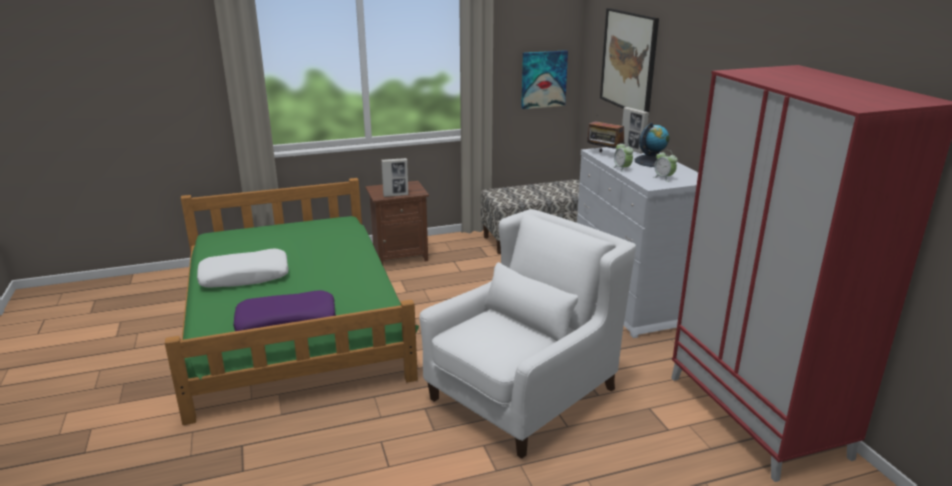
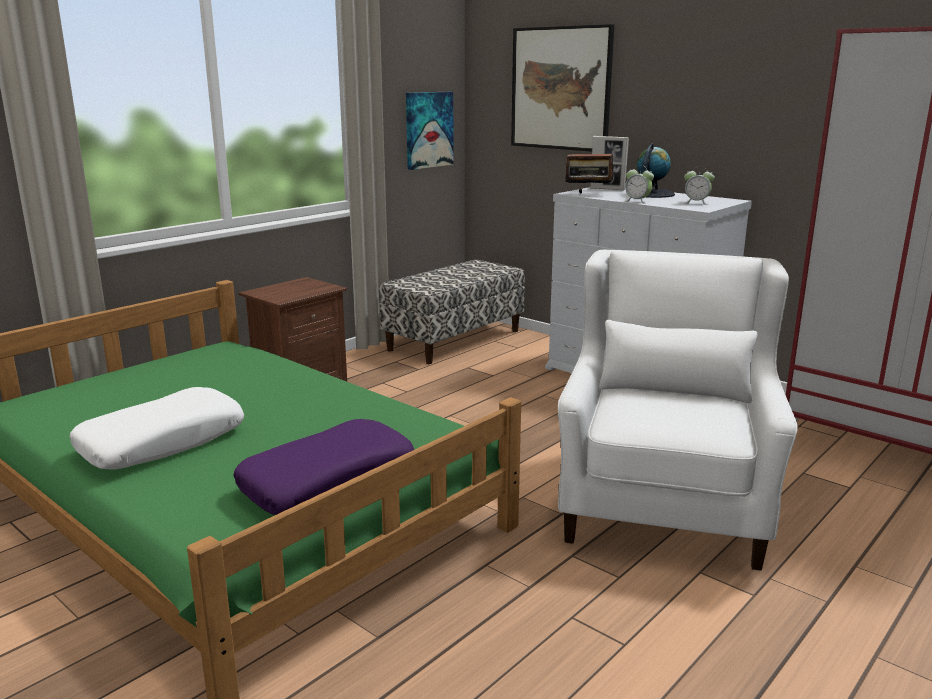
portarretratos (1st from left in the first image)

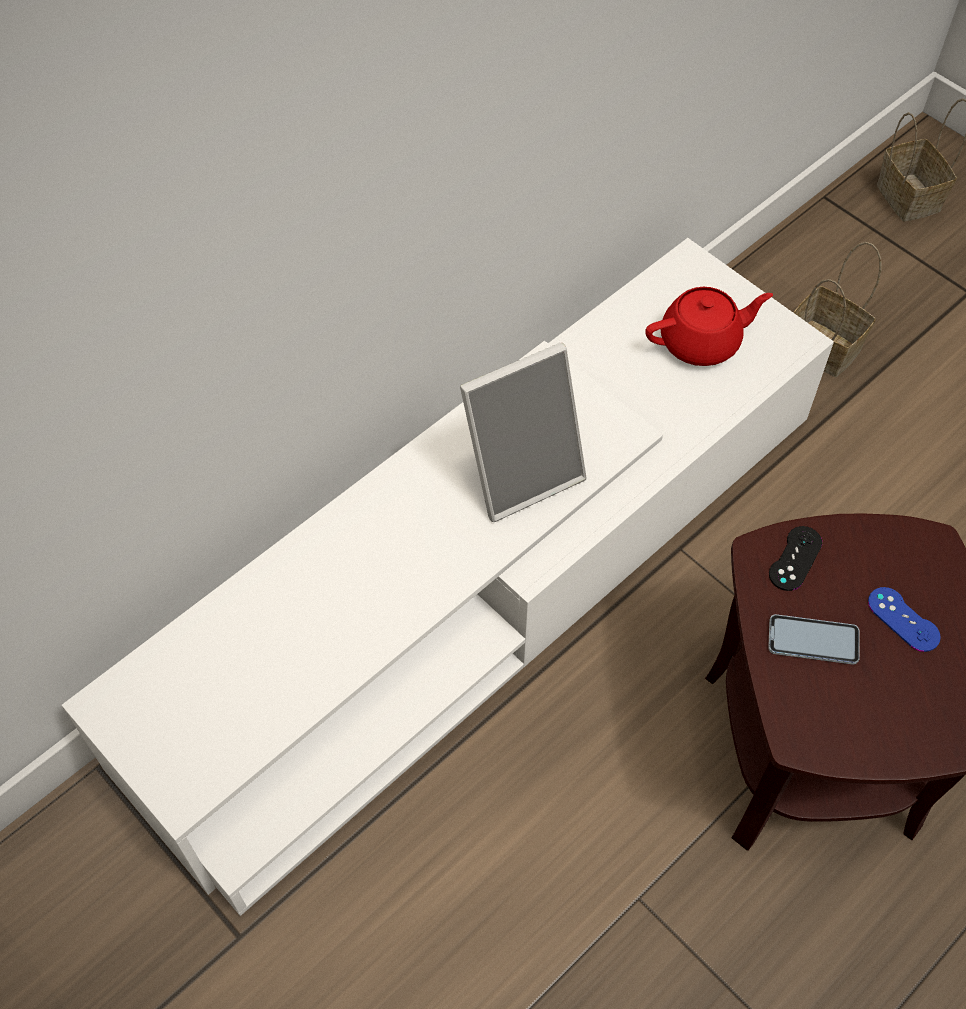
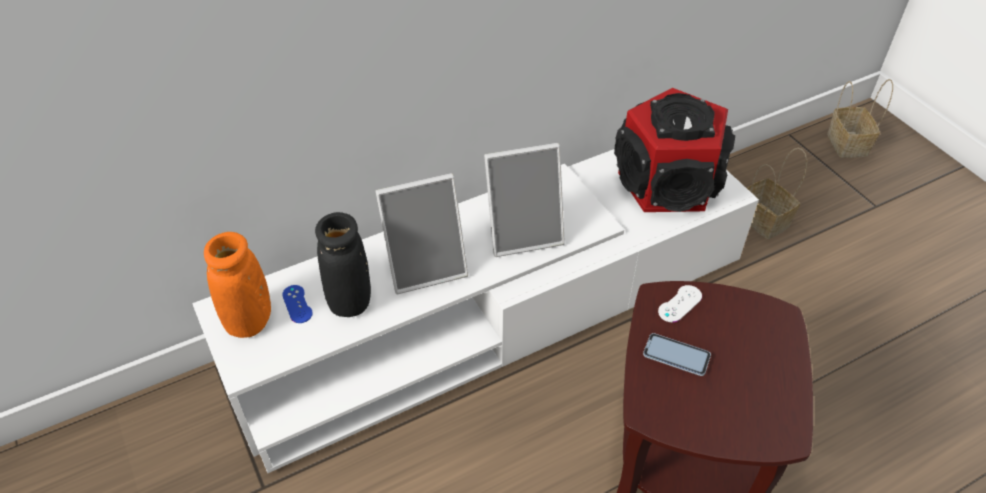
altavoz; mando de consola [blanco]; mando de consola [azul]; portarretratos (1st from left); florero [negro]; florero [naranja]

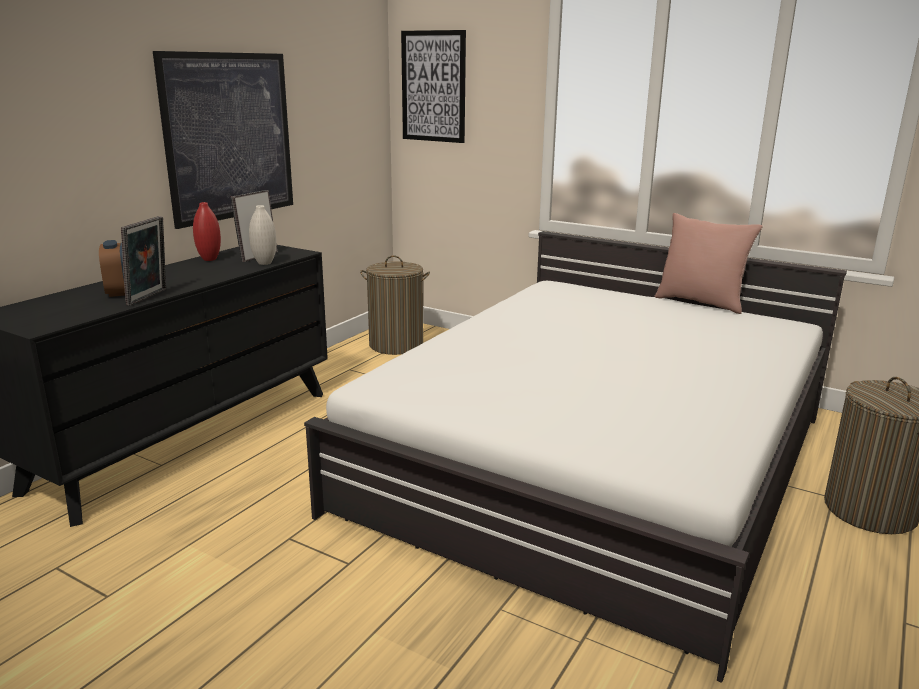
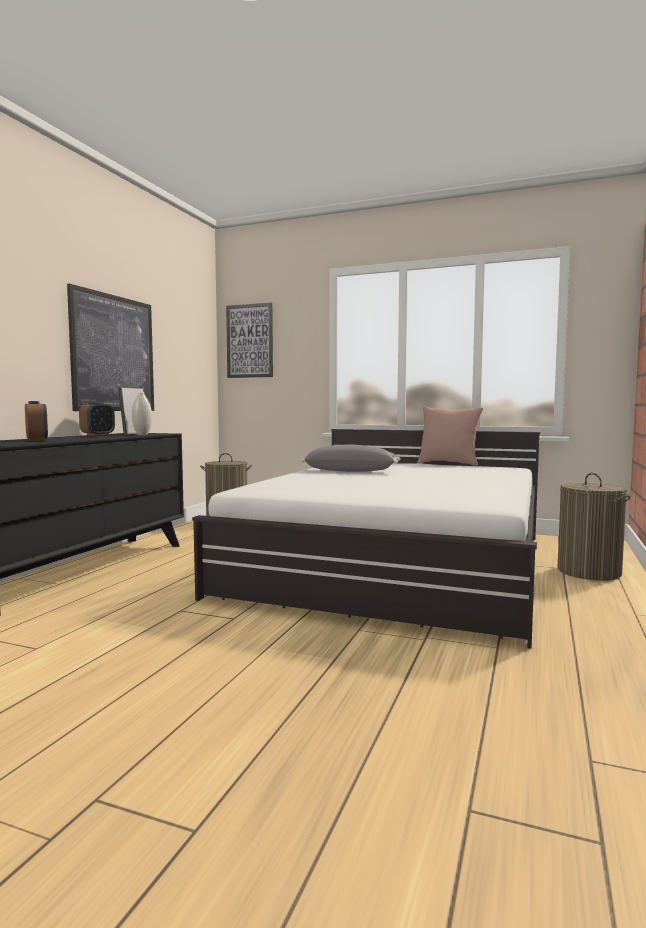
despertador (2nd from left); portarretratos (1st from left in the first image); cojín [gris]

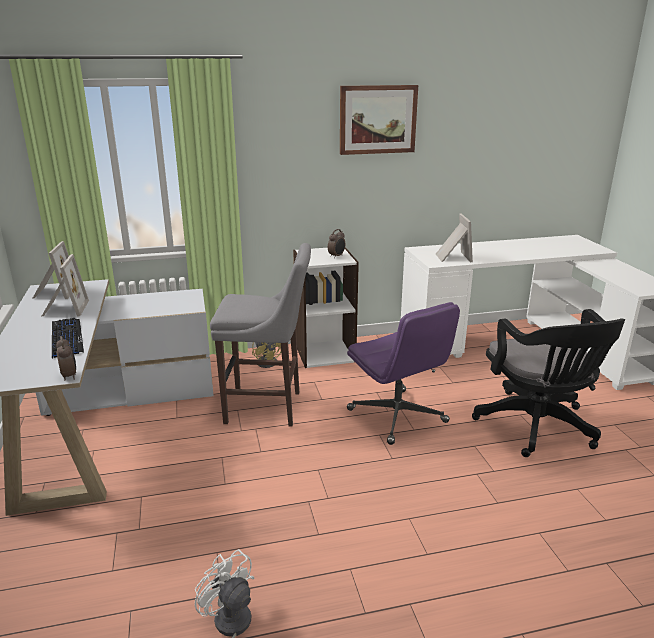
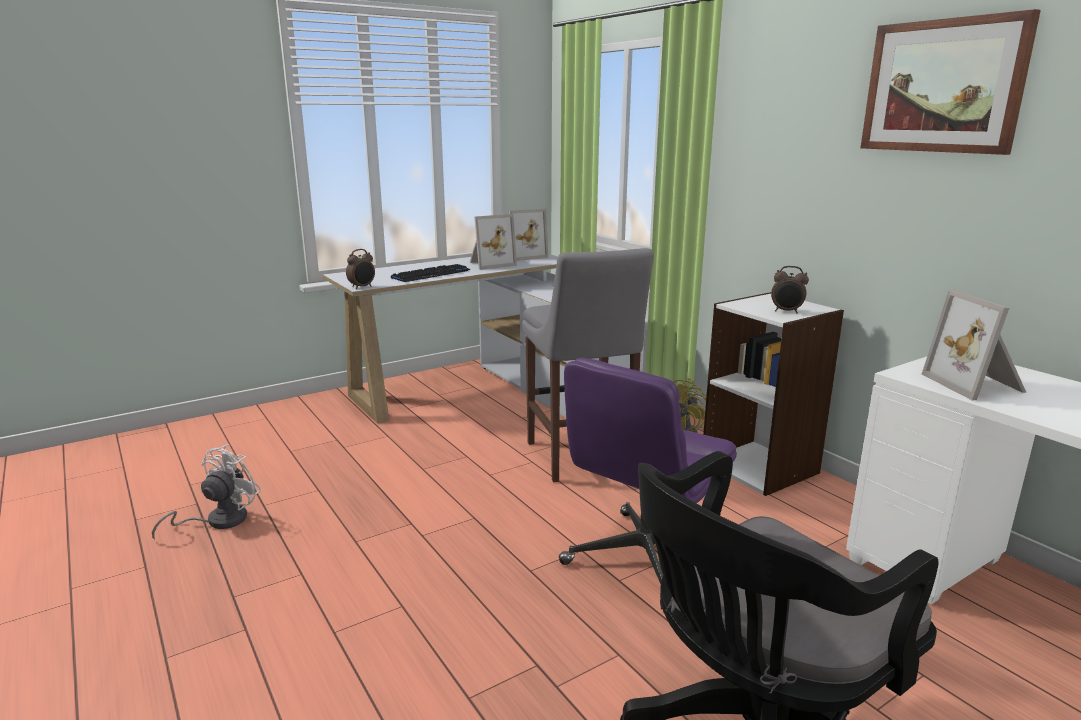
portarretratos (3rd from left)

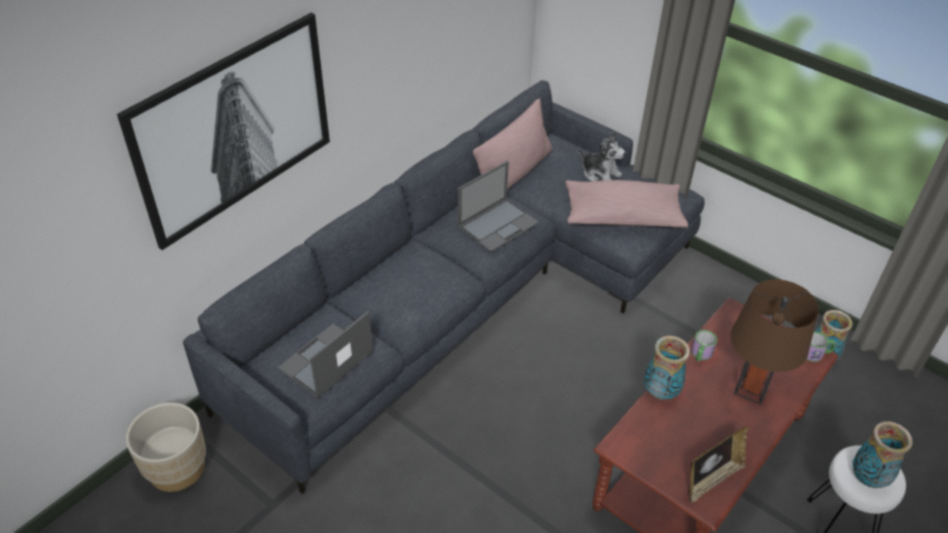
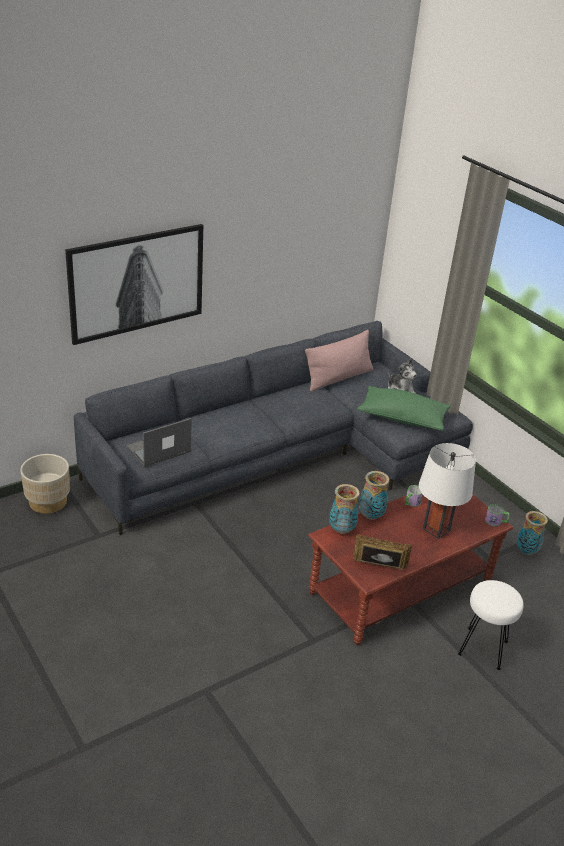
portátil (2nd from left in the first image); cojín [verde]; lámpara de mesa [blanco]; florero (1st from left); portarretratos

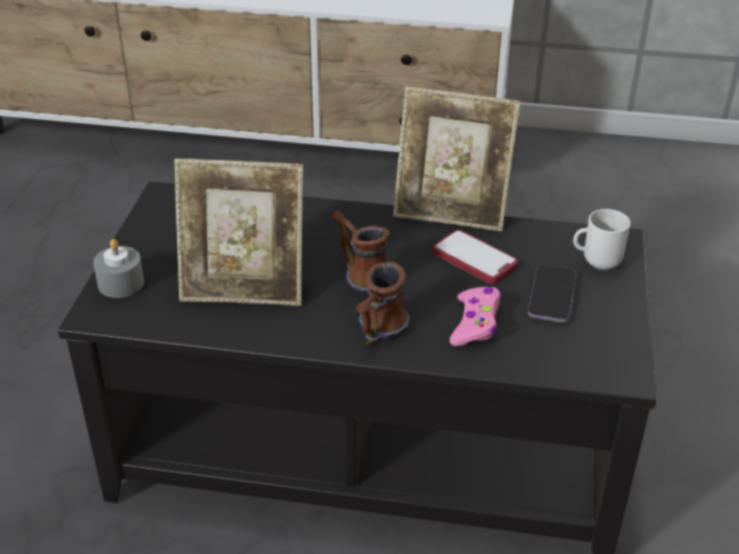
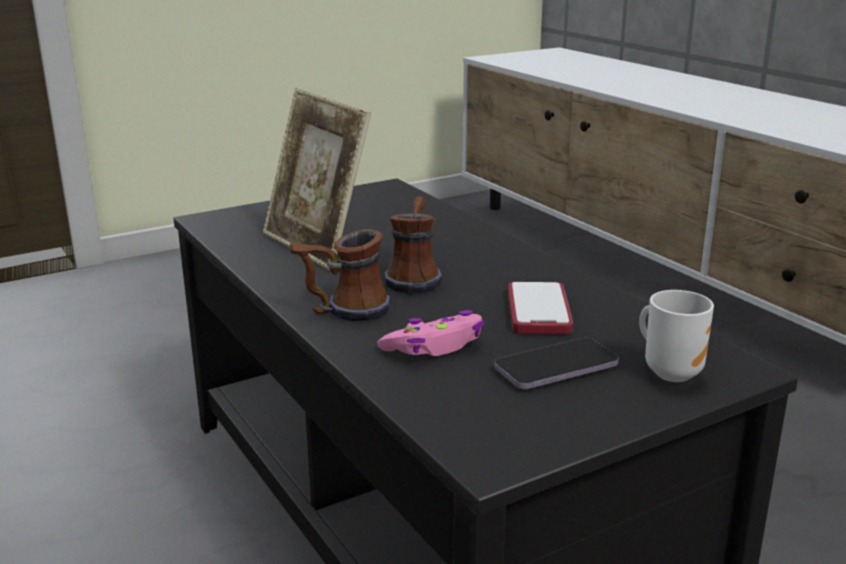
portarretratos (2nd from left in the first image); vela [gris]

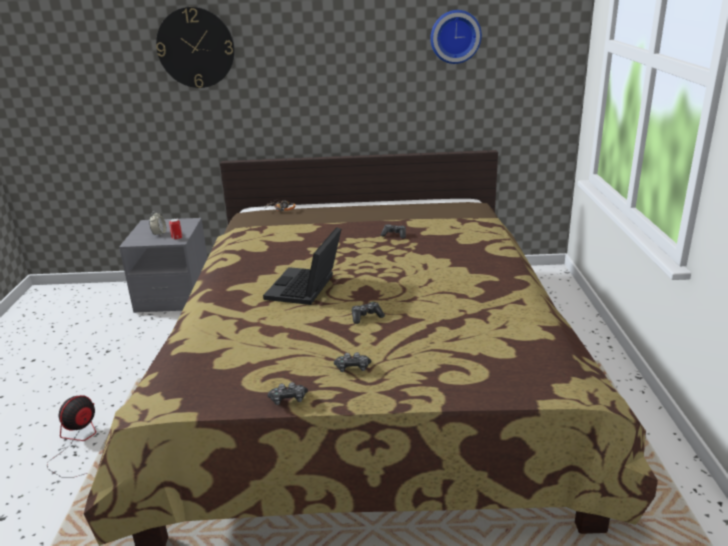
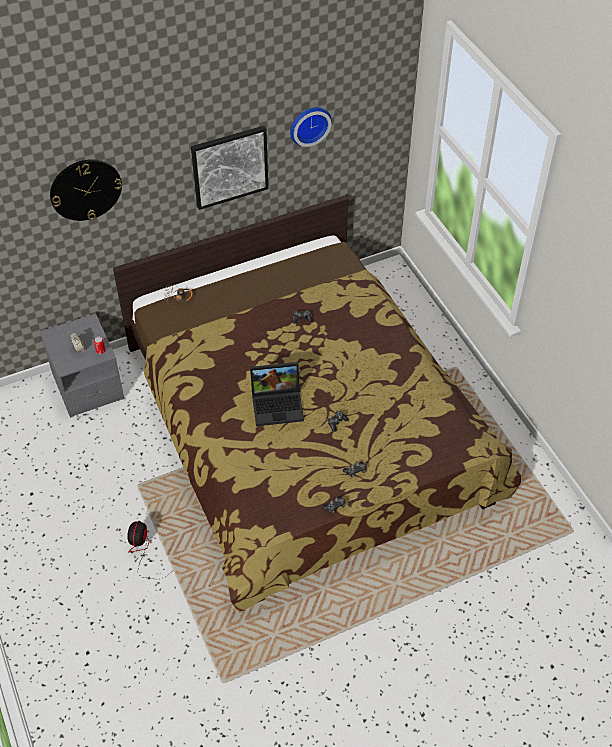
portátil; cuadro

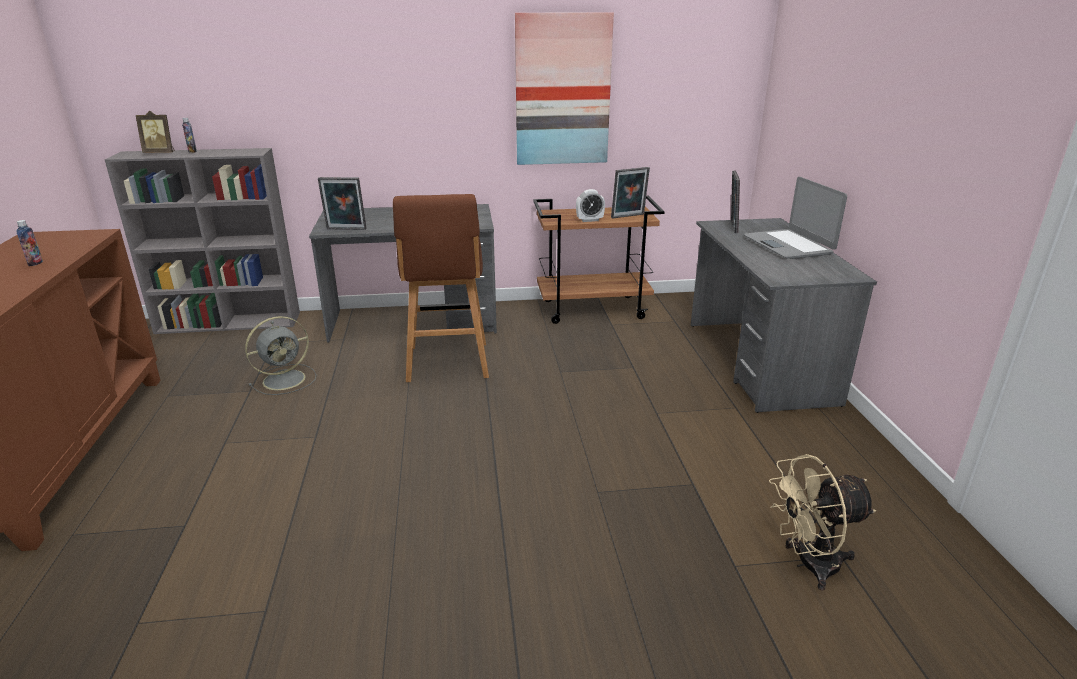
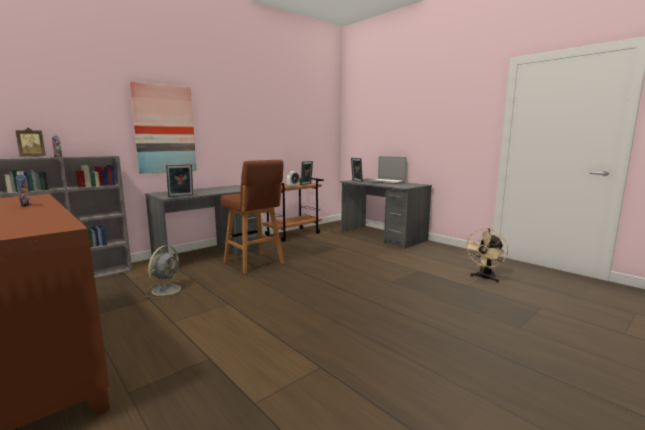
cuadro

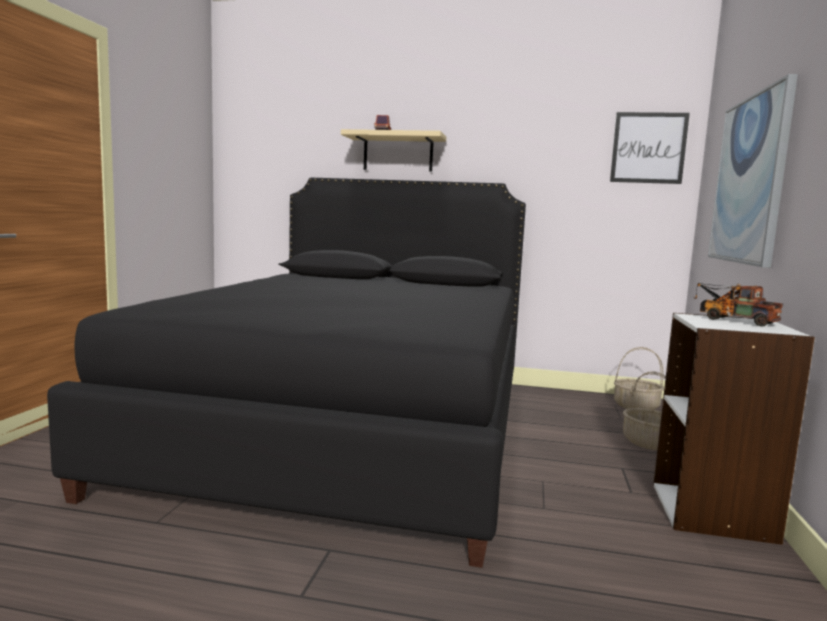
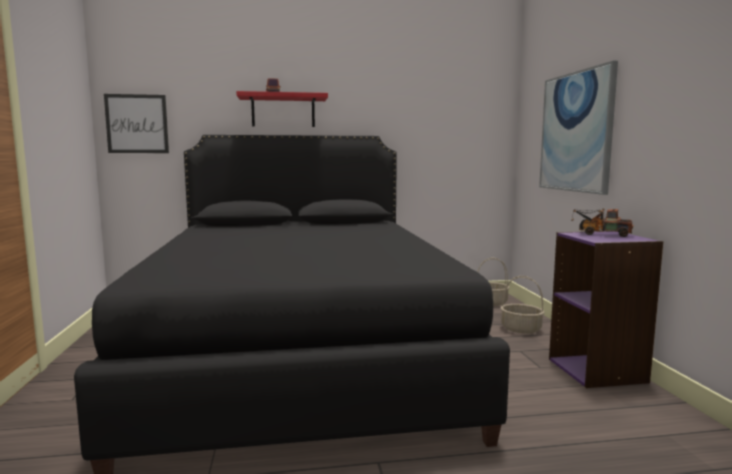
cuadro (1st from left); estante [rojo]; estantería [morado]

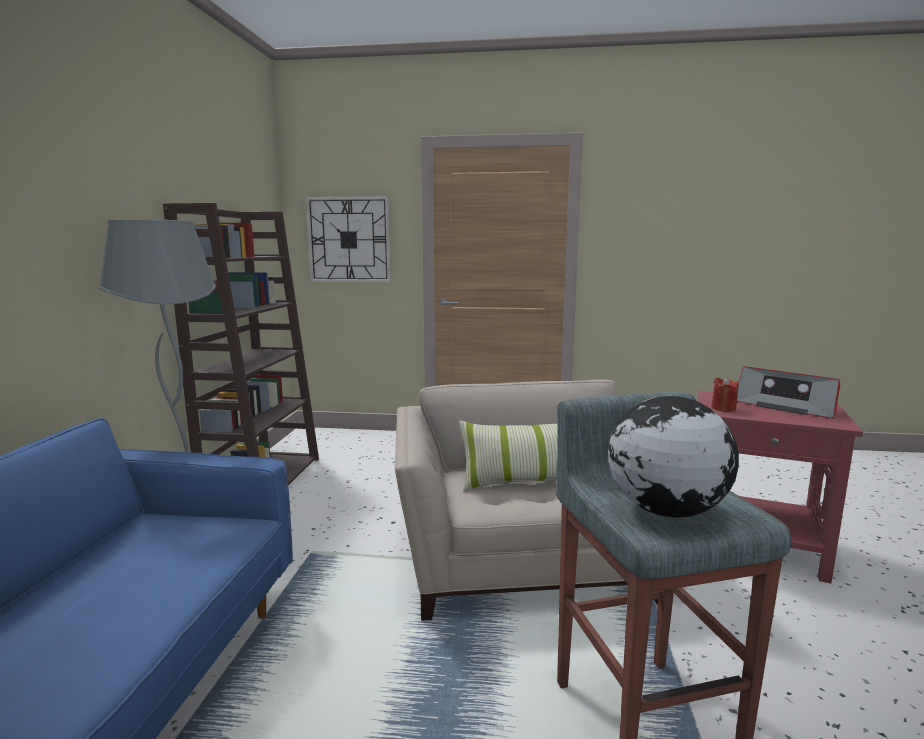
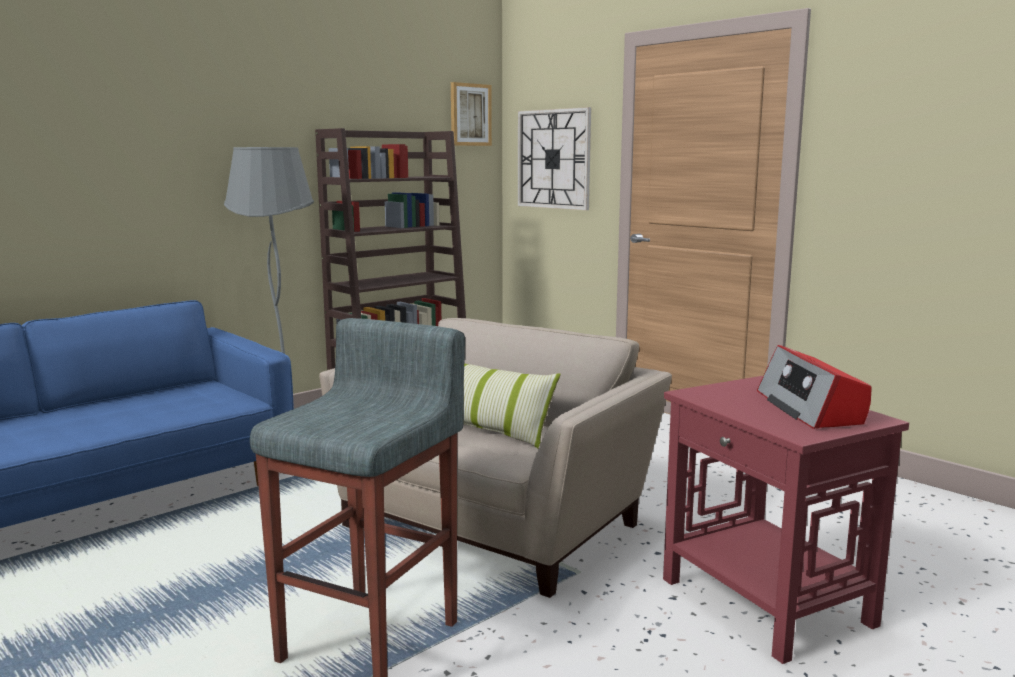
vela [rojo]; globo terráqueo; cuadro

